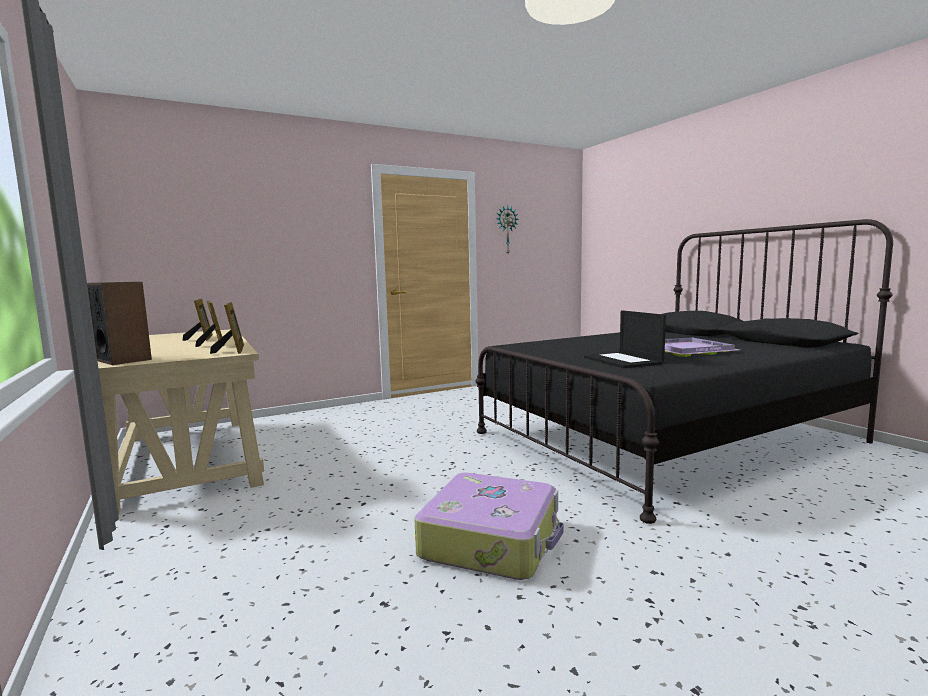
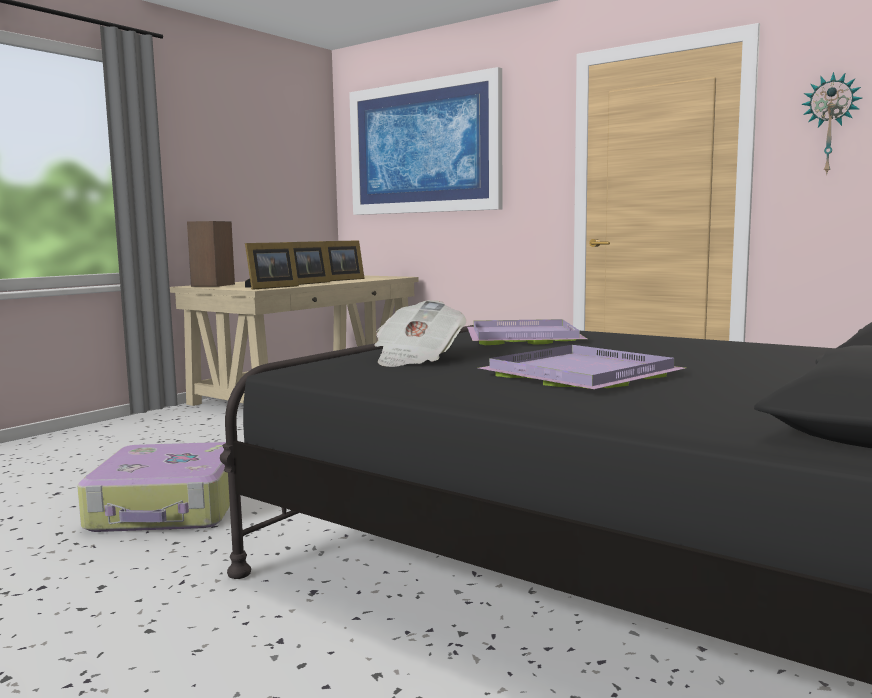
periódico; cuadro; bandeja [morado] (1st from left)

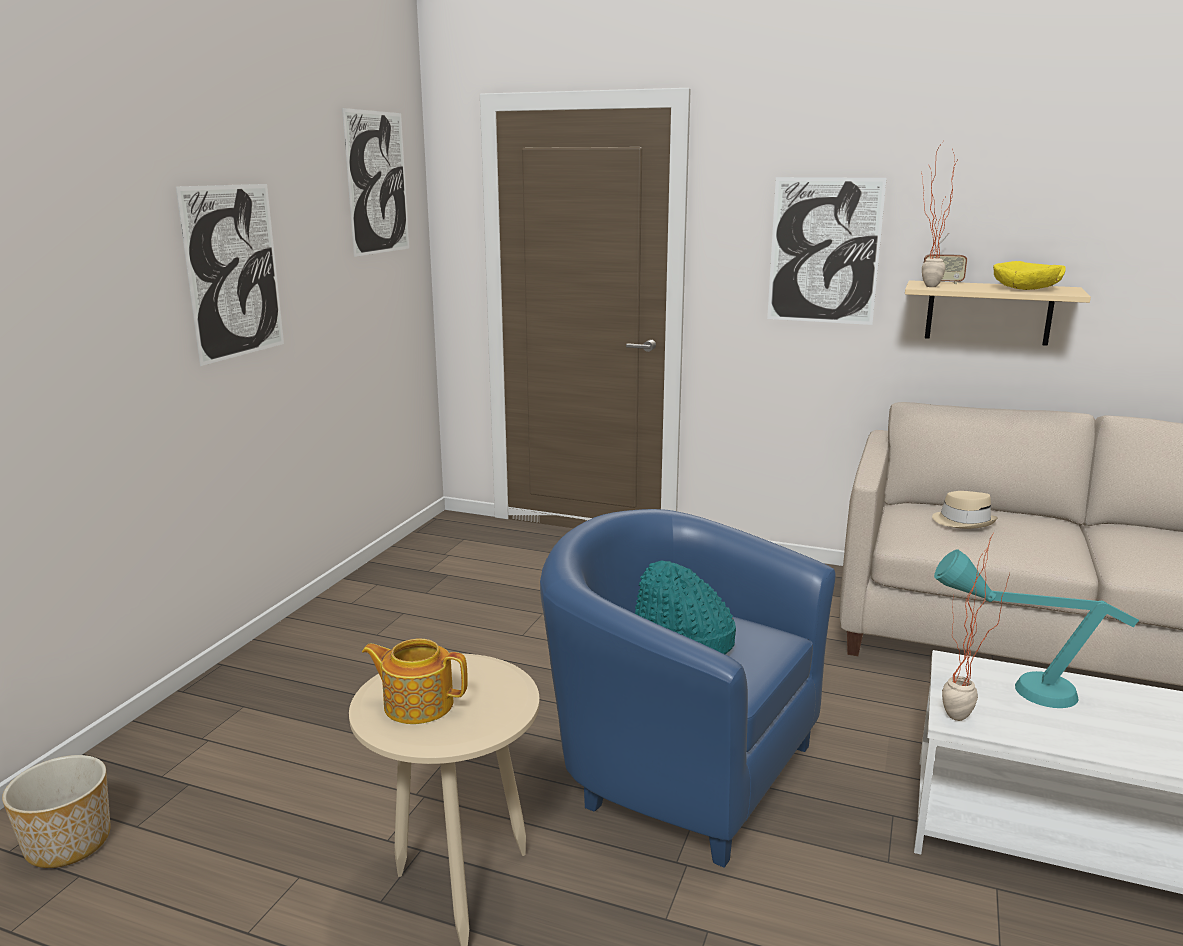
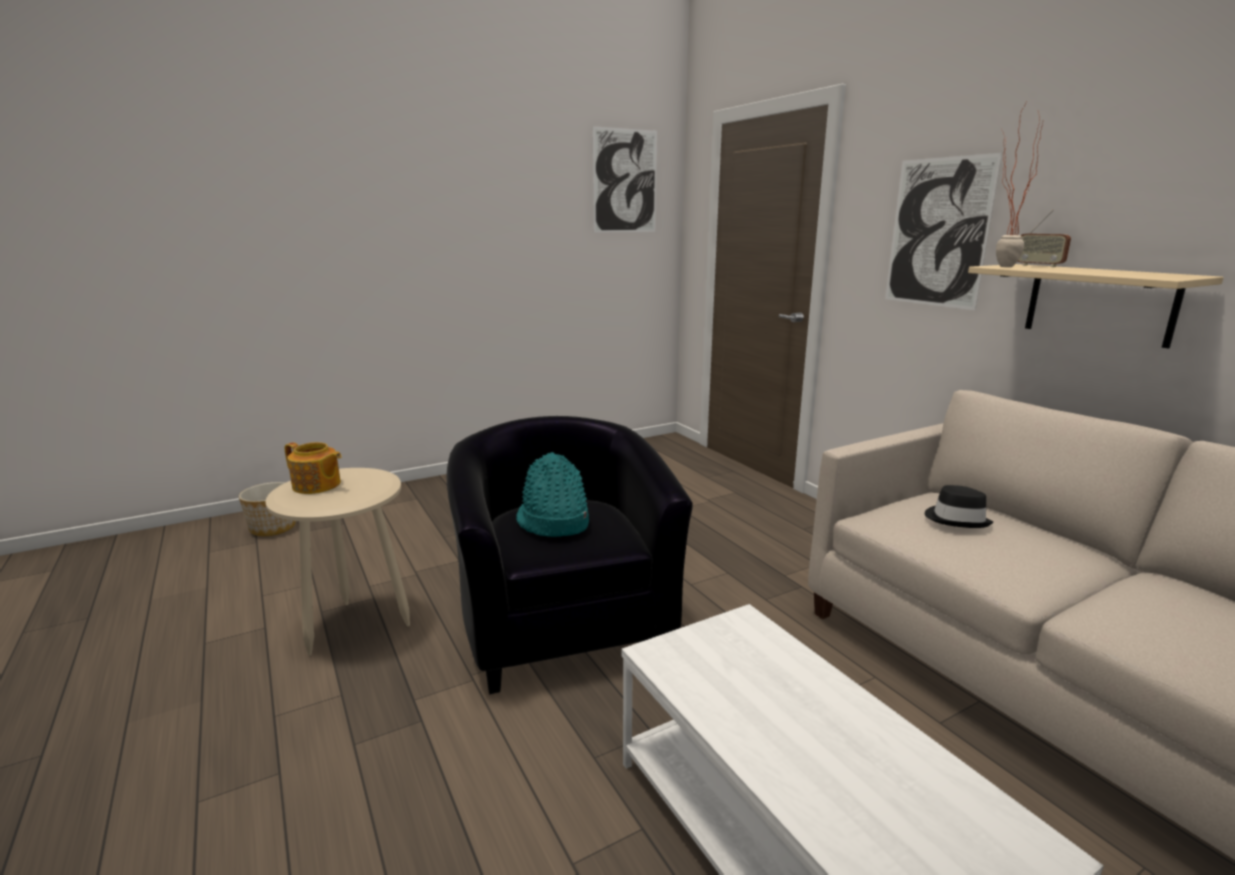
cuadro (1st from left in the first image); cuenco [amarillo]; sombrero [negro]; sillón [negro]; planta en maceta (2nd from left in the first image); lámpara de mesa [turquesa]; tetera

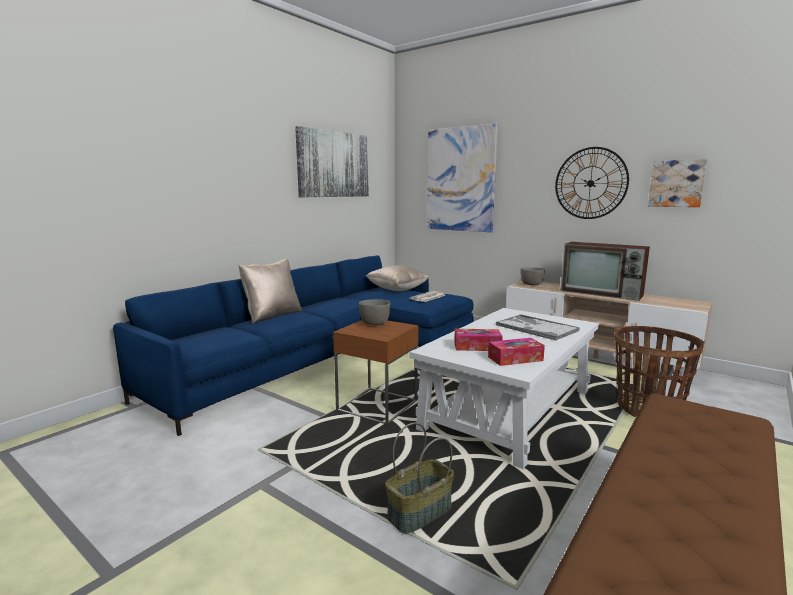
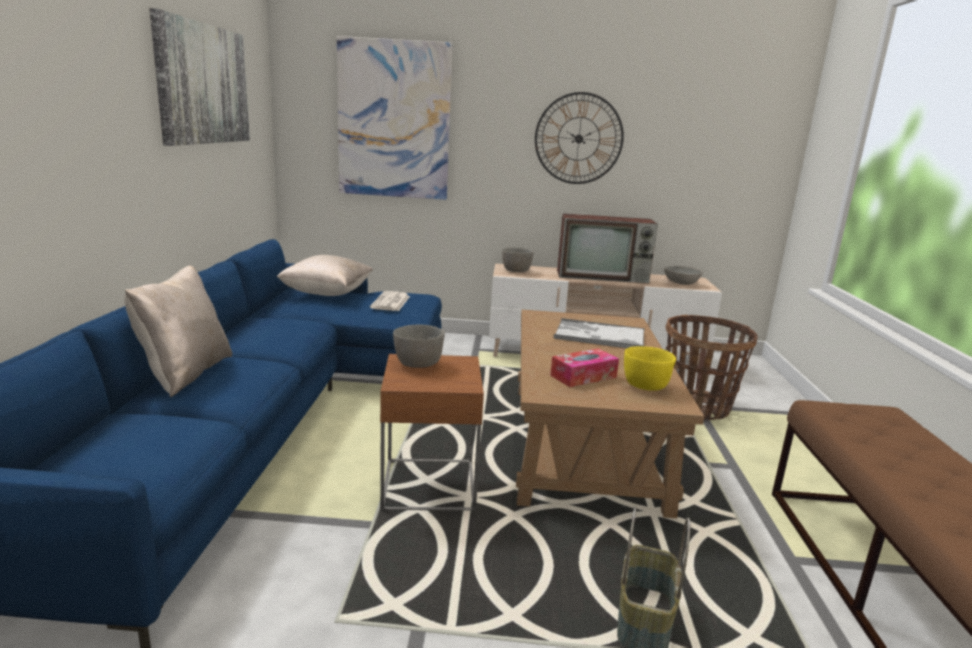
cuadro (3rd from left in the first image); mesa de centro [marrón]; cuenco [amarillo]; cuenco [gris] (3rd from left)

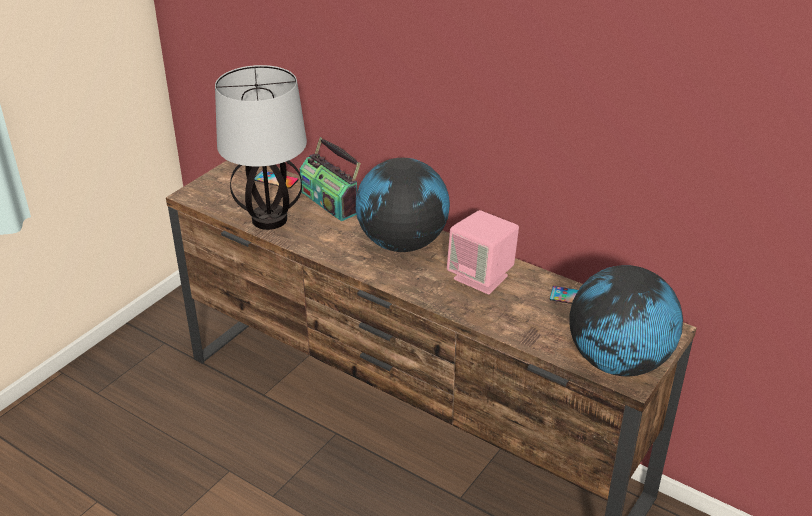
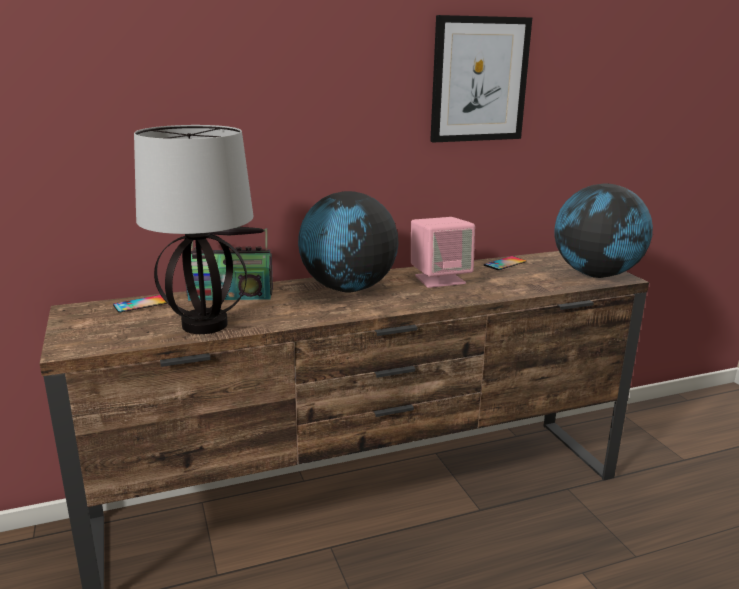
cuadro

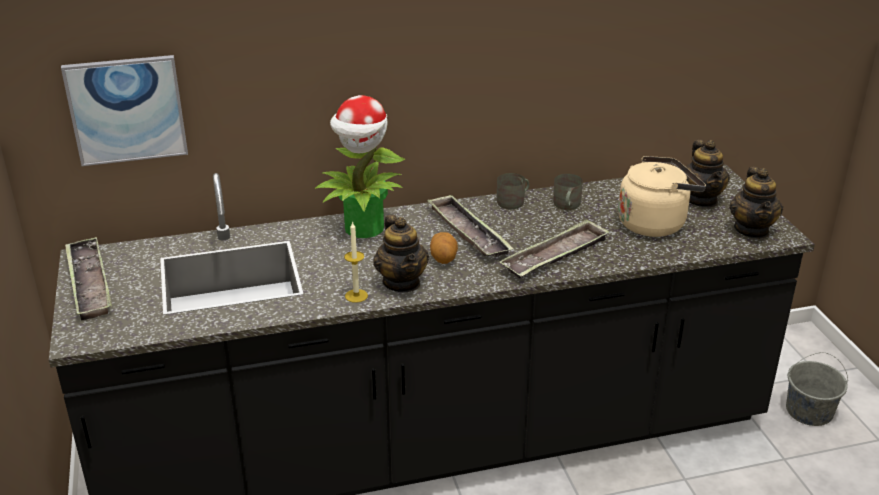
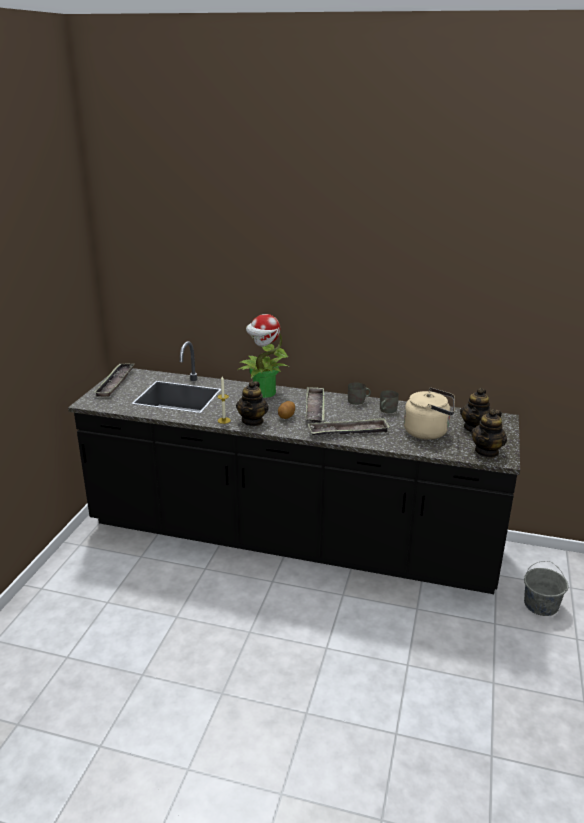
cuadro

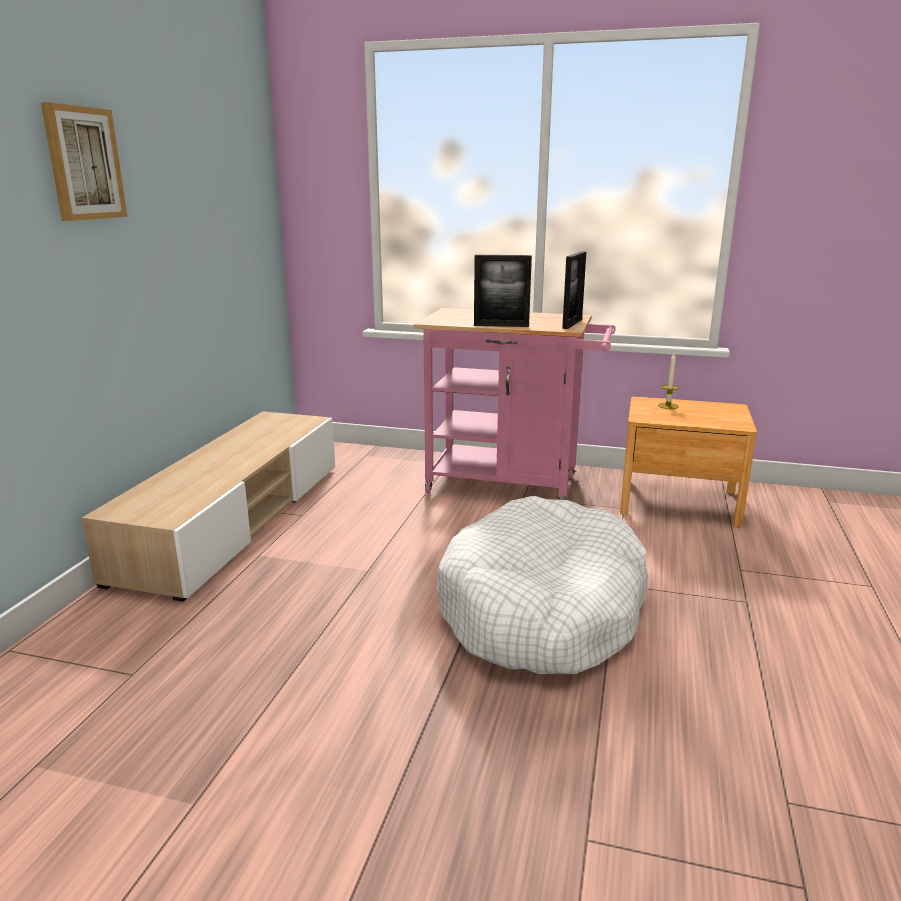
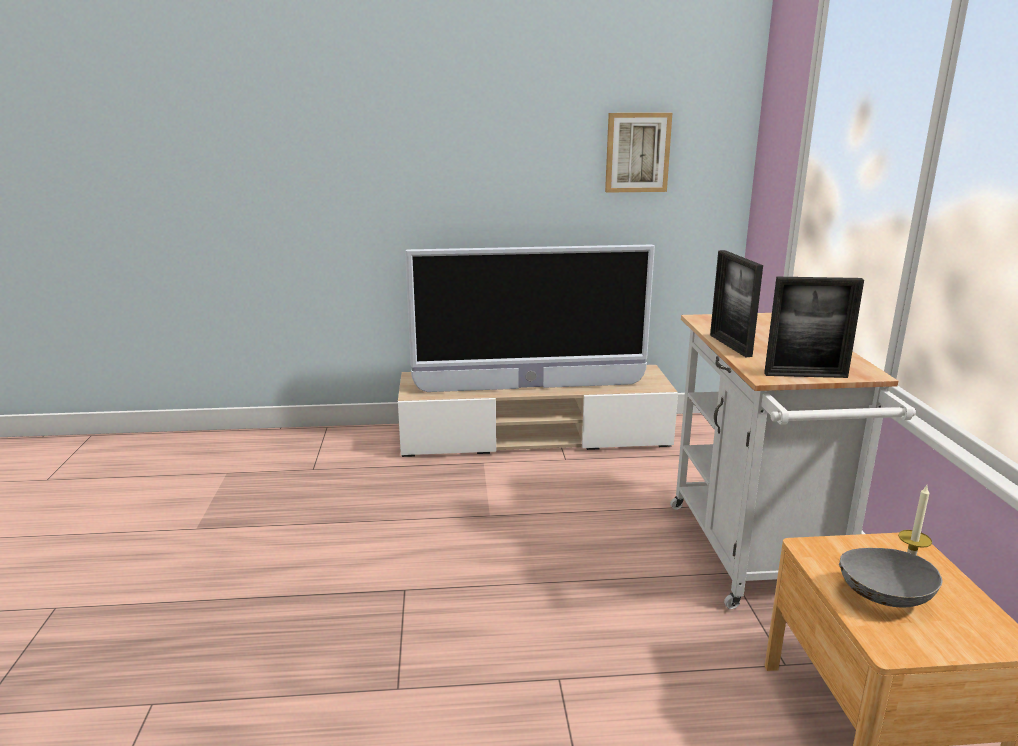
cuadro; carrito [blanco]; cama para perro [blanco]; televisor; cuenco [gris]

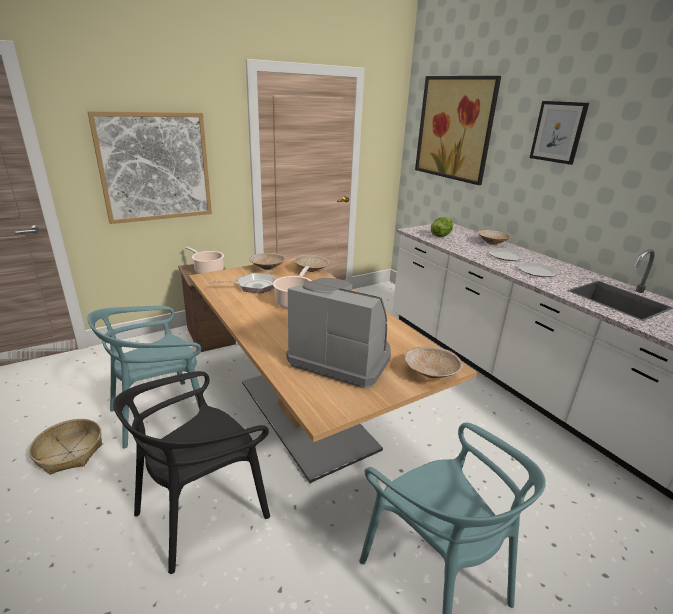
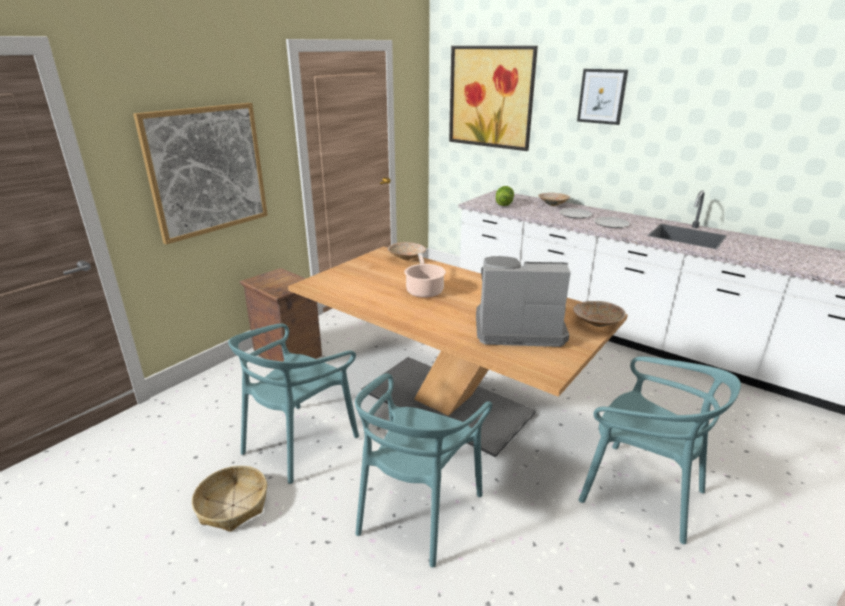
olla (1st from left in the first image); cuenco [beis] (1st from left in the first image); sartén; silla [turquesa] (2nd from left)

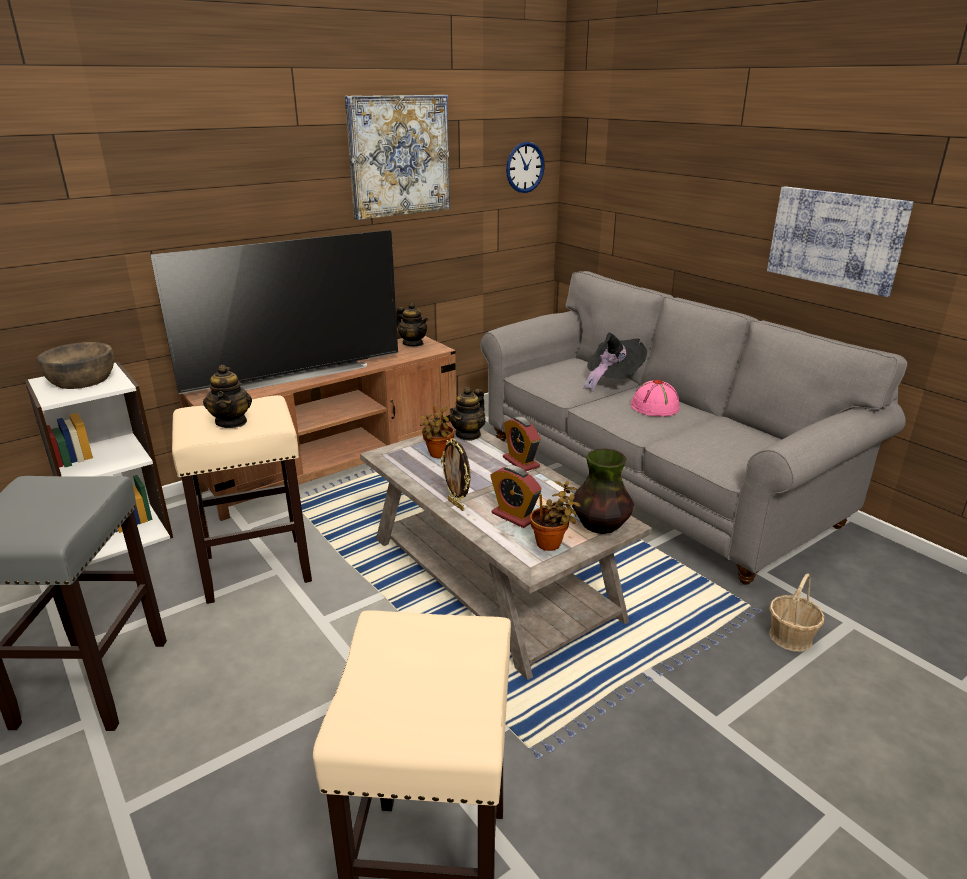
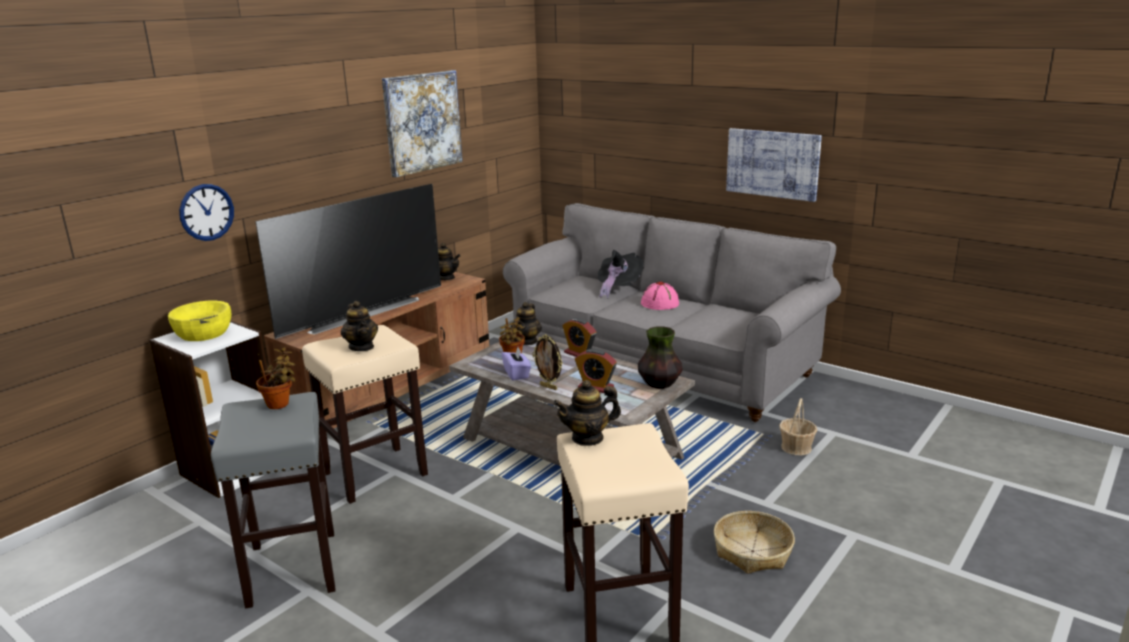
reloj de pared; cuenco [amarillo]; planta en maceta (1st from left); caja de pañuelos [morado]; tetera (4th from left); cesta (1st from left)

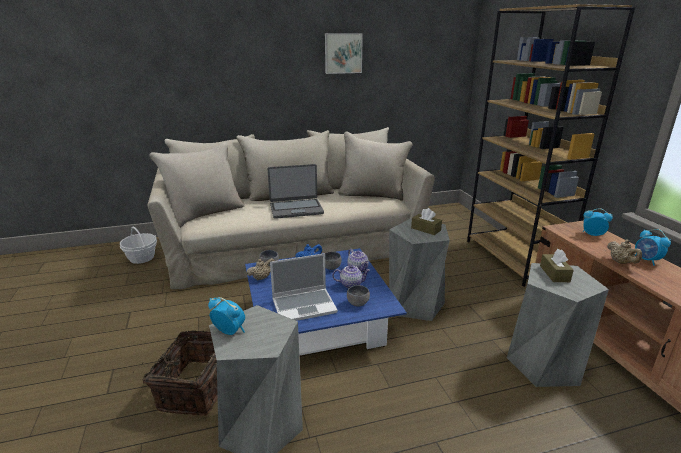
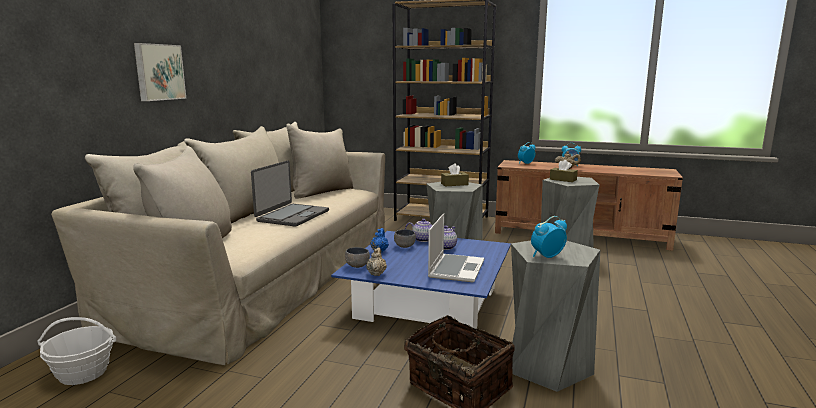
cuadro; cuenco [gris] (3rd from left in the first image)

